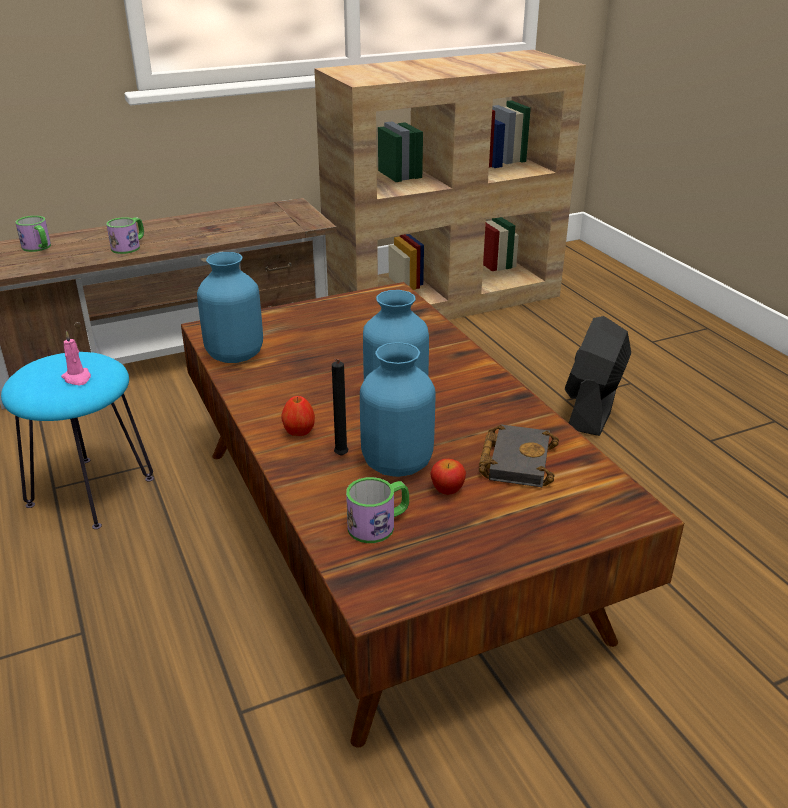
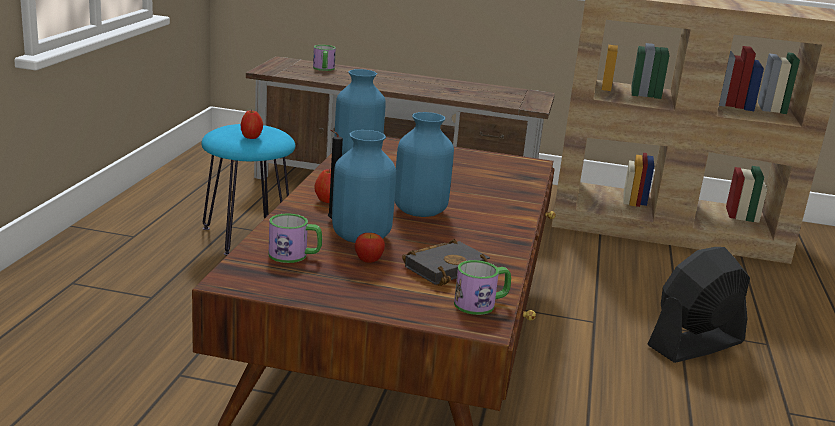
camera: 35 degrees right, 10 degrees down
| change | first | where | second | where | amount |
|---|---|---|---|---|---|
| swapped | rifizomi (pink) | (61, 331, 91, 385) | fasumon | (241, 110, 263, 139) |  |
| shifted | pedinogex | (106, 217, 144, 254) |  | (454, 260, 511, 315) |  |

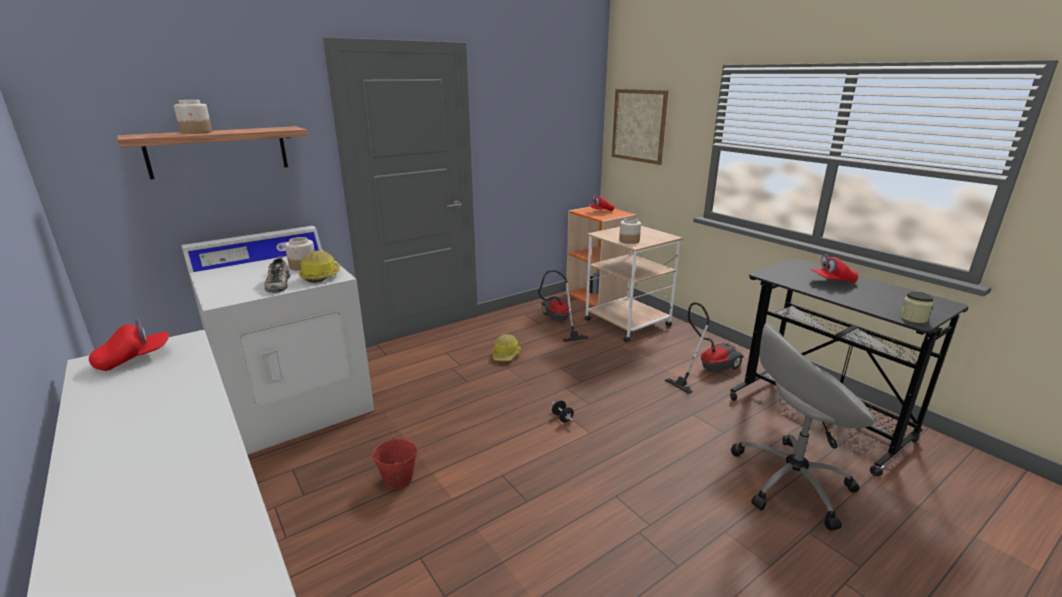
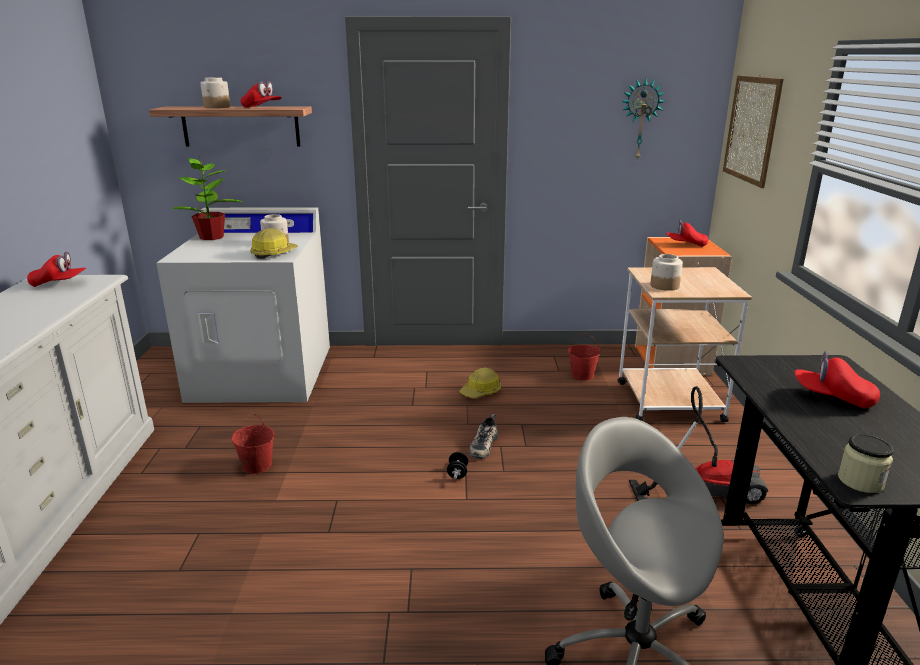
camera: 35 degrees right, 0 degrees up
| change | first | where | second | where | amount |
|---|---|---|---|---|---|
| shifted | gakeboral | (265, 256, 290, 293) |  | (469, 414, 498, 459) |  |
| swapped | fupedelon | (538, 270, 588, 342) | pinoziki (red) | (568, 333, 601, 381) |  |
| new |  |  | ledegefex | (172, 155, 242, 240) |  |
| new |  |  | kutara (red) | (241, 81, 282, 108) |  |
| new |  |  | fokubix | (621, 79, 666, 161) |  |

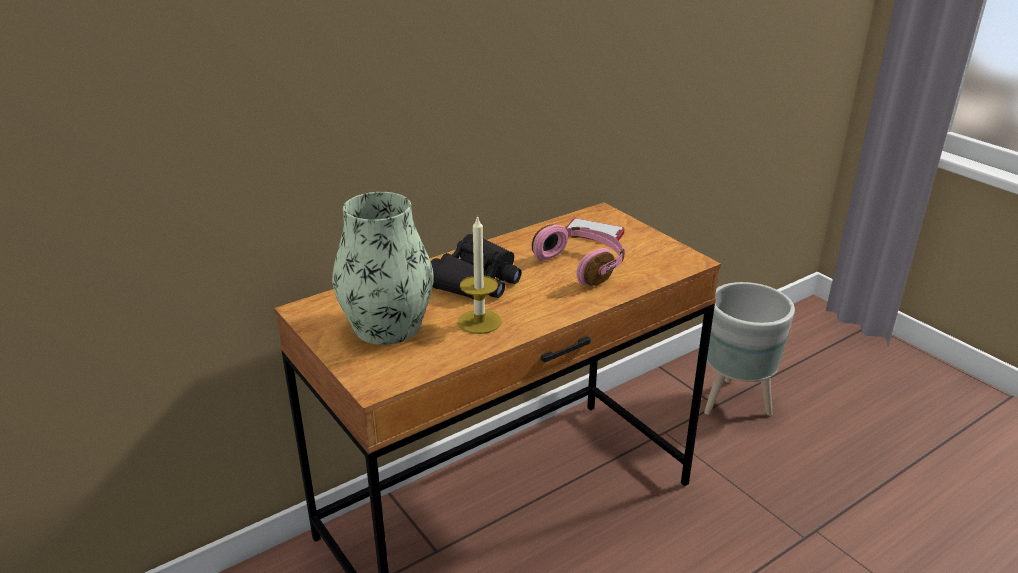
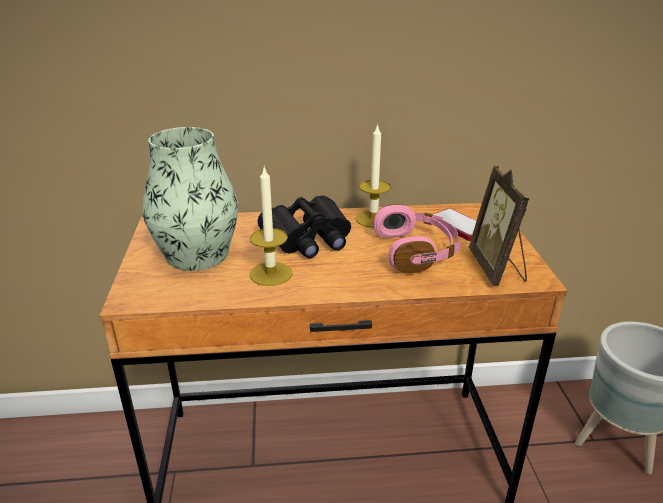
camera: 30 degrees right, 0 degrees up
| change | first | where | second | where | amount |
|---|---|---|---|---|---|
| new |  |  | rifizomi | (355, 123, 391, 228) |  |
| new |  |  | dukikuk | (469, 166, 529, 286) |  |

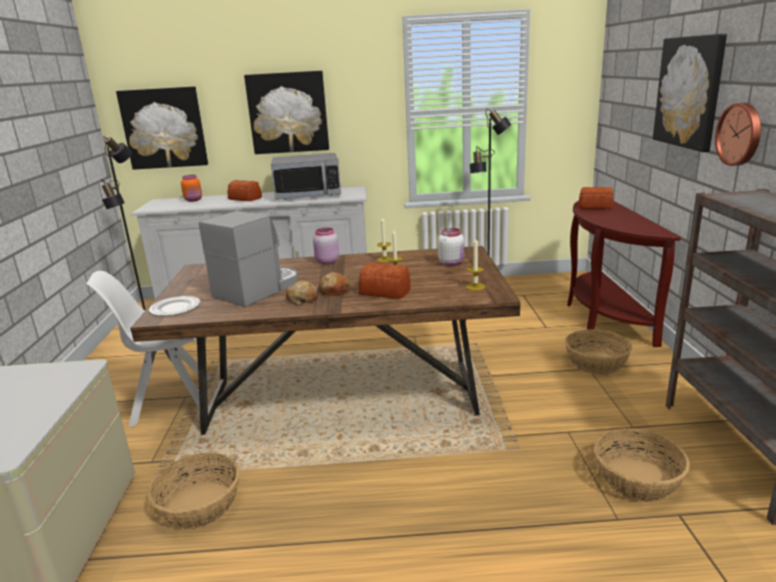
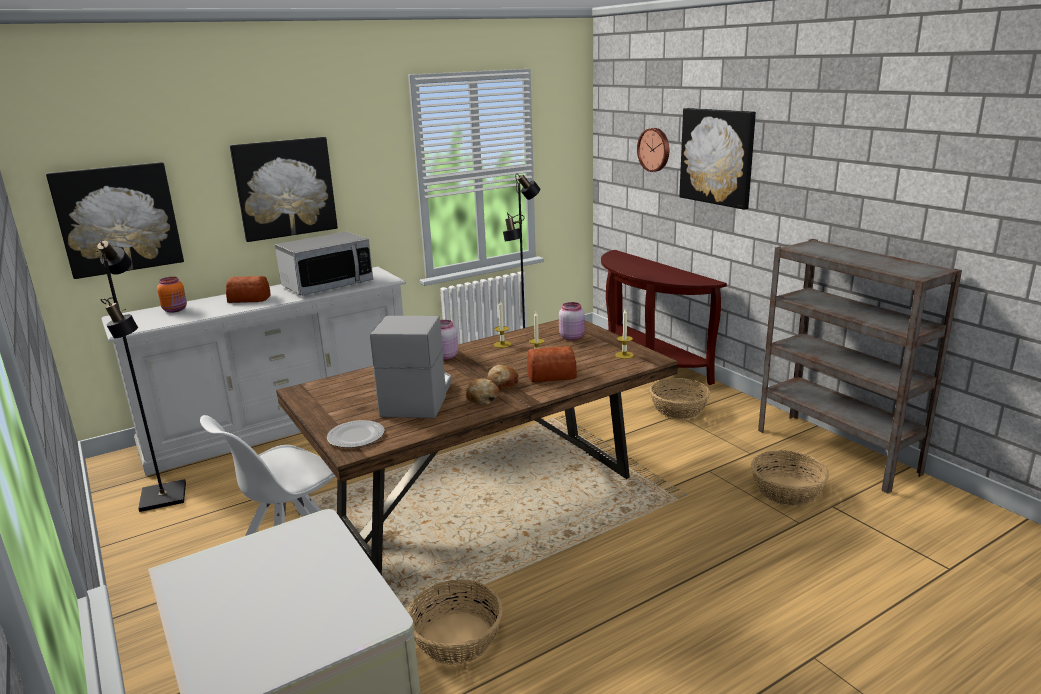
camera: 30 degrees left, 0 degrees up
| change | first | where | second | where | amount |
|---|---|---|---|---|---|
| repainted | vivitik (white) | (438, 228, 464, 266) | vivitik (pink) | (559, 302, 585, 340) |  |
| gone | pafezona | (578, 187, 614, 209) |  |  |  |
| shifted | fokubix | (715, 103, 761, 166) |  | (637, 128, 669, 172) |  |

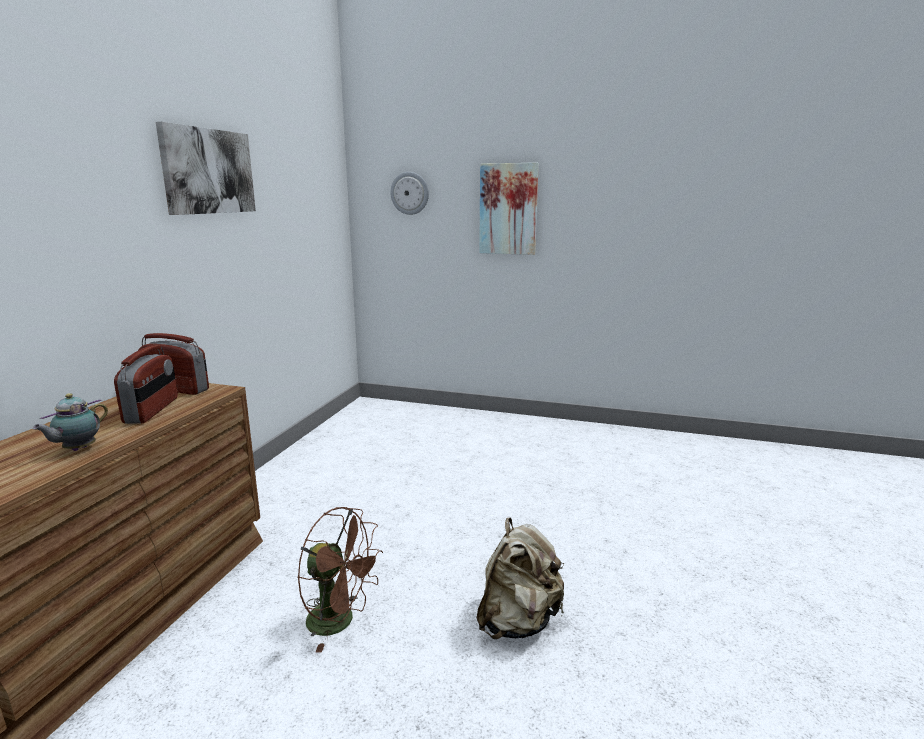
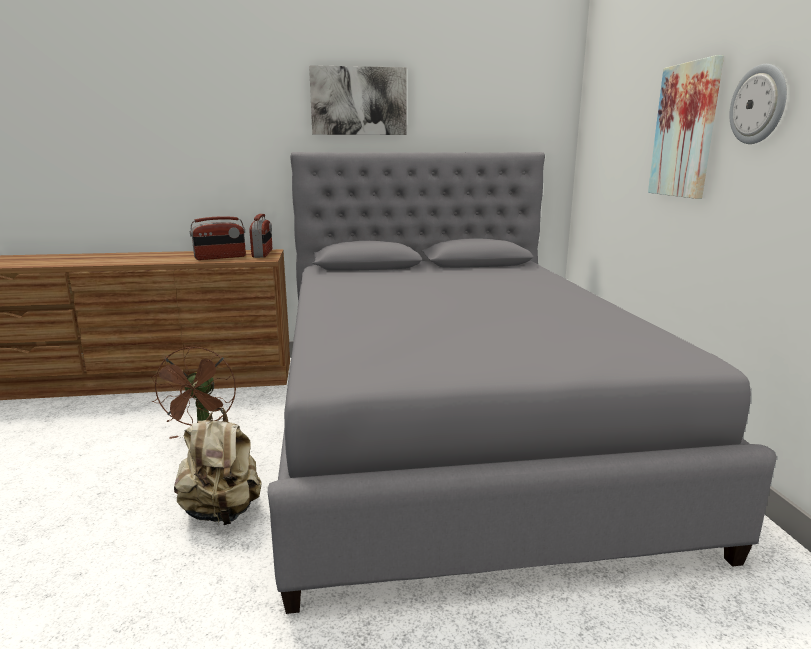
camera: 65 degrees right, 0 degrees up
| change | first | where | second | where | amount |
|---|---|---|---|---|---|
| gone | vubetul | (33, 393, 108, 451) |  |  |  |
| shifted | fokubix | (390, 172, 429, 215) |  | (729, 64, 787, 144) |  |
| new |  |  | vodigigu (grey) | (268, 152, 777, 614) |  |

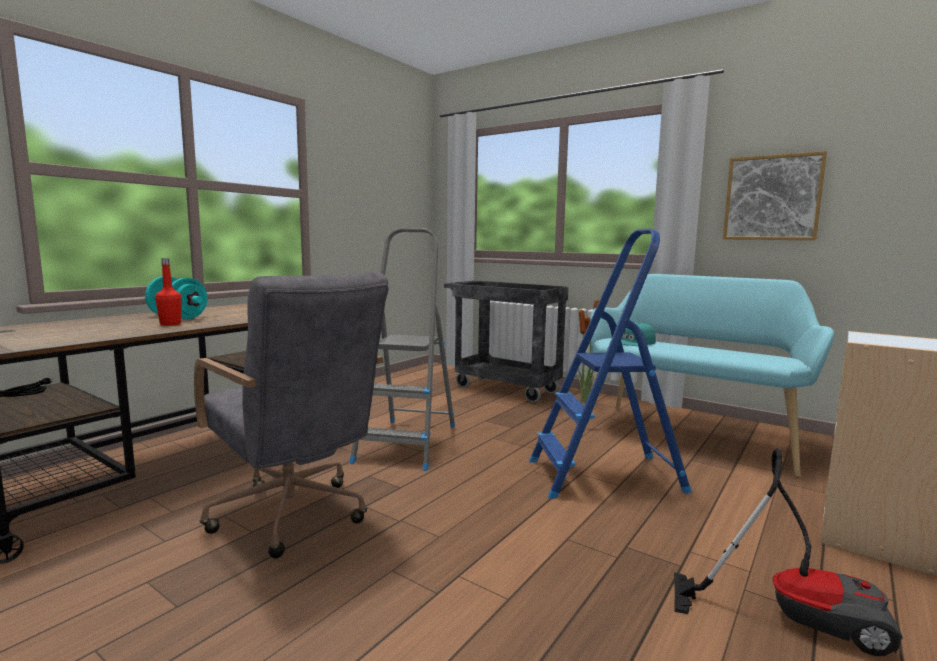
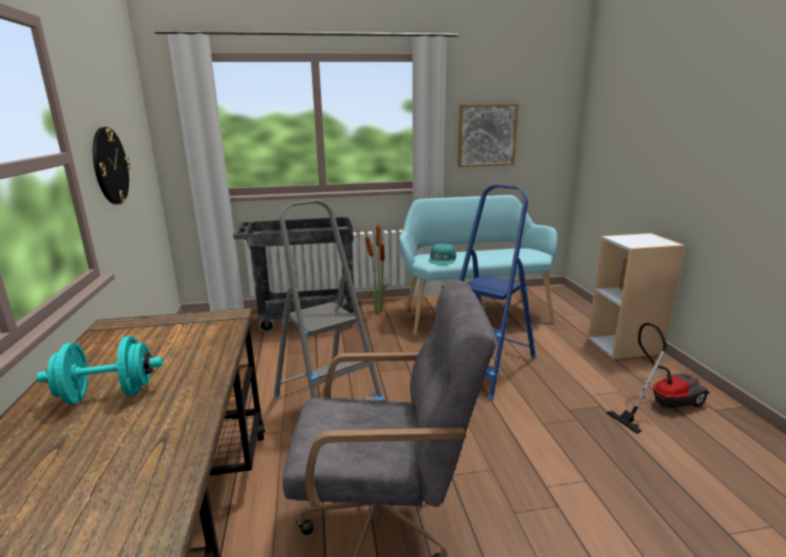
camera: 45 degrees left, 10 degrees up
| change | first | where | second | where | amount |
|---|---|---|---|---|---|
| gone | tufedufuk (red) | (155, 258, 182, 326) |  |  |  |
| new |  |  | fokubix | (93, 127, 130, 204) |  |

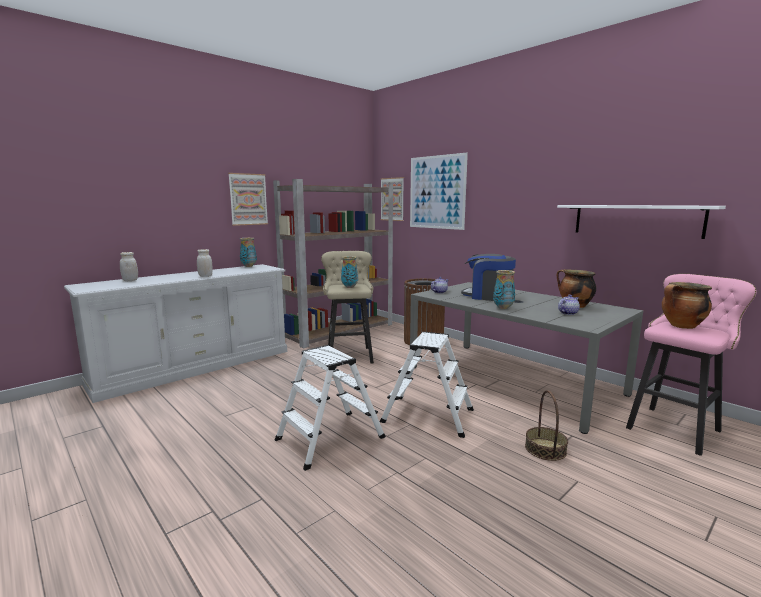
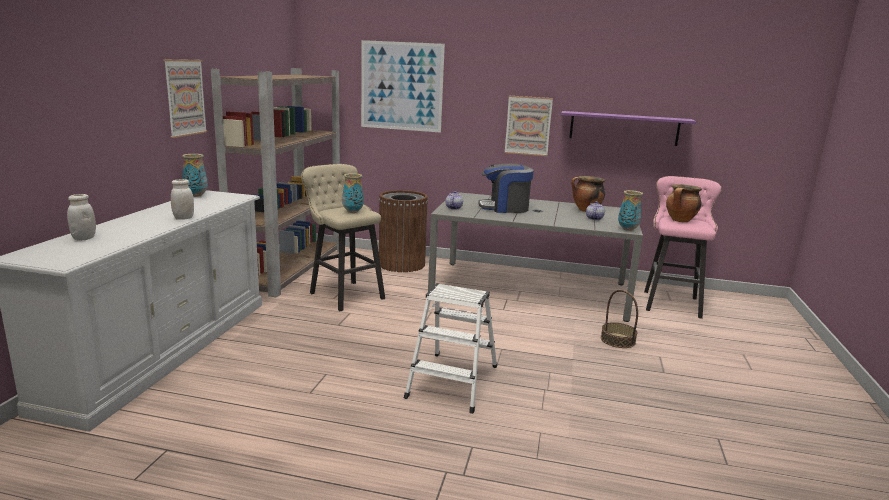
camera: 35 degrees left, 5 degrees up
| change | first | where | second | where | amount |
|---|---|---|---|---|---|
| shifted | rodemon | (380, 177, 404, 221) |  | (505, 96, 553, 156) |  |
| gone | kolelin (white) | (380, 331, 474, 438) |  |  |  |
| shifted | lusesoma | (493, 270, 515, 309) |  | (618, 190, 643, 231) |  |
| repainted | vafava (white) | (557, 205, 726, 239) | vafava (purple) | (561, 111, 696, 146) |  |

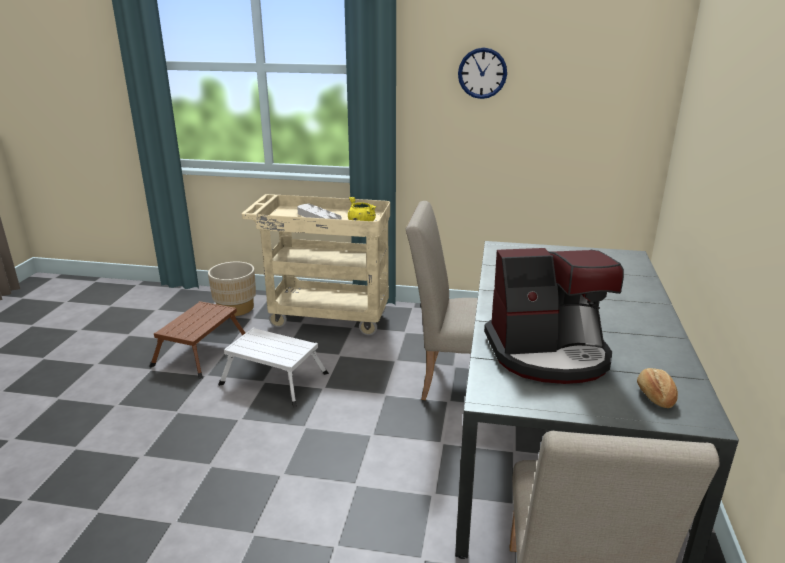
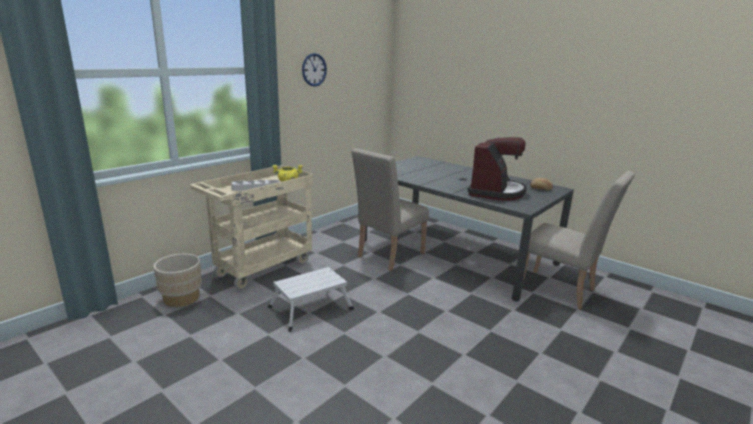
camera: 60 degrees left, 5 degrees down
| change | first | where | second | where | amount |
|---|---|---|---|---|---|
| gone | kolelin (brown) | (149, 301, 245, 379) |  |  |  |

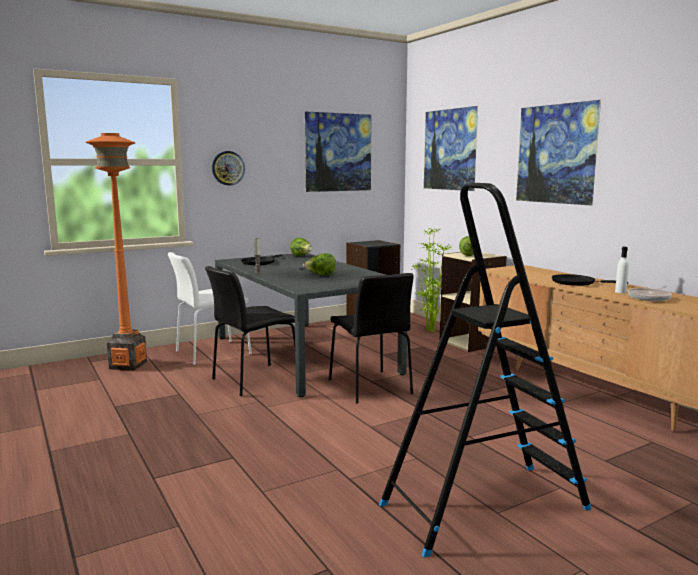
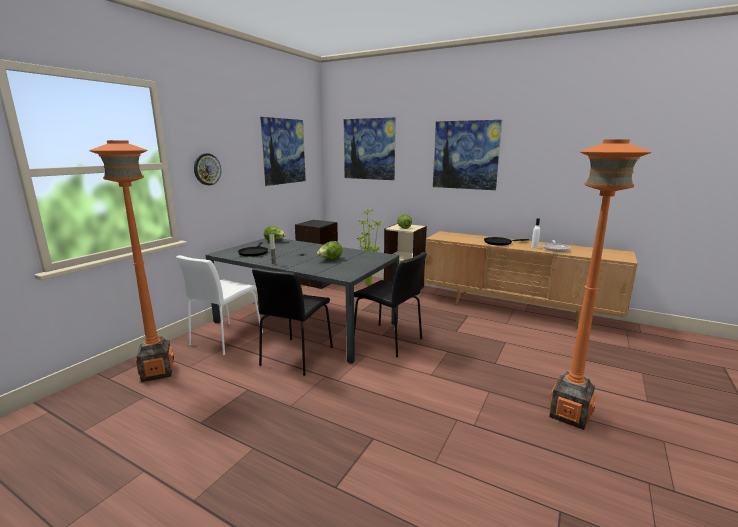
camera: 30 degrees left, 5 degrees up
| change | first | where | second | where | amount |
|---|---|---|---|---|---|
| swapped | kolelin (black) | (379, 183, 592, 557) | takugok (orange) | (549, 139, 652, 430) |  |

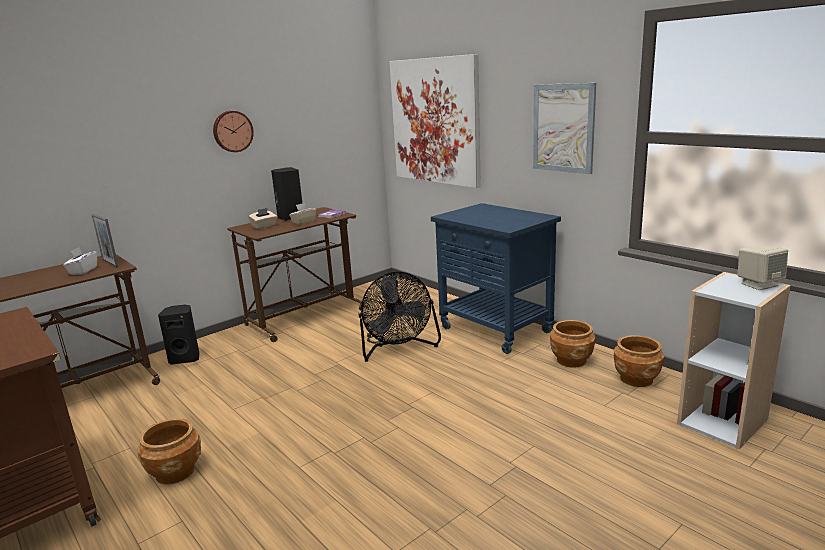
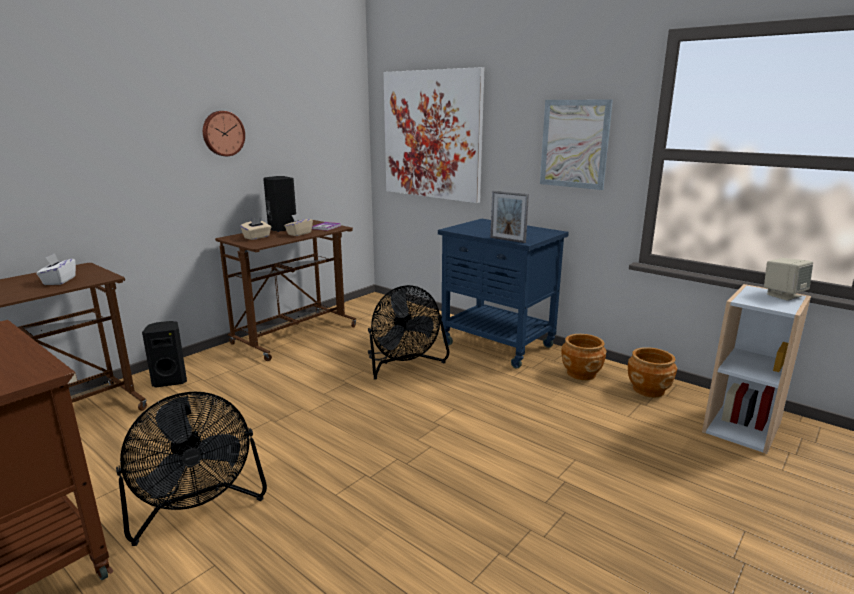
camera: 10 degrees left, 0 degrees up
| change | first | where | second | where | amount |
|---|---|---|---|---|---|
| shifted | dukikuk | (91, 214, 119, 267) |  | (490, 191, 529, 243) |  |
| swapped | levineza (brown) | (138, 418, 201, 484) | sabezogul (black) | (116, 392, 267, 546) |  |

